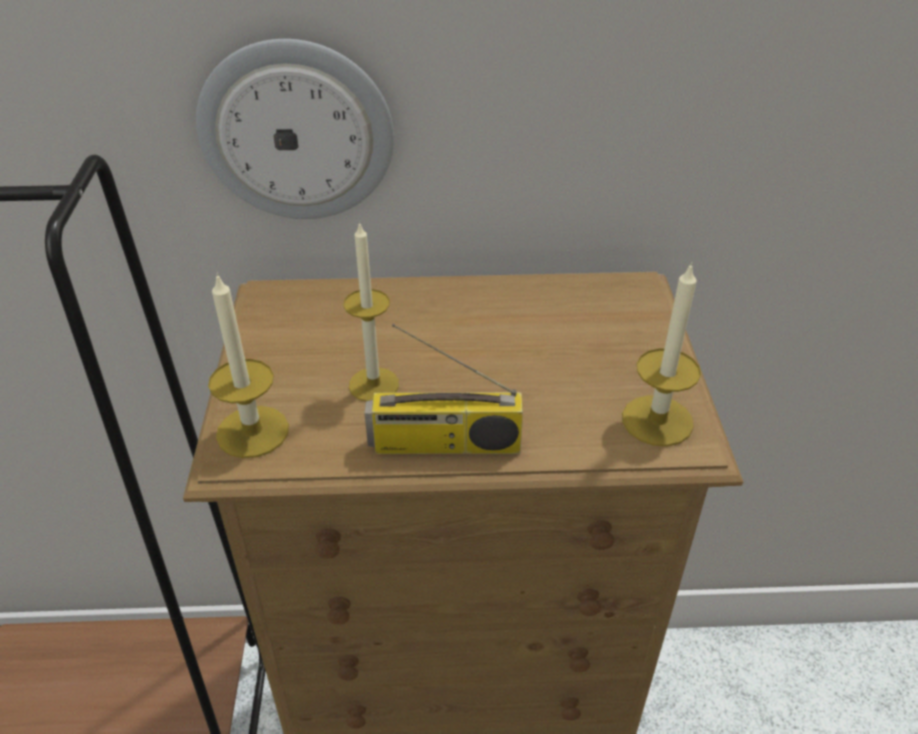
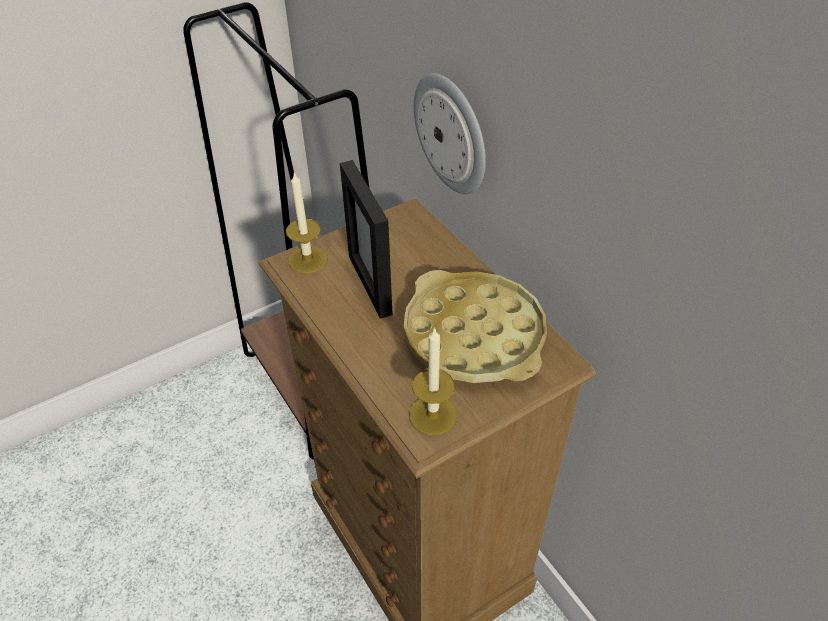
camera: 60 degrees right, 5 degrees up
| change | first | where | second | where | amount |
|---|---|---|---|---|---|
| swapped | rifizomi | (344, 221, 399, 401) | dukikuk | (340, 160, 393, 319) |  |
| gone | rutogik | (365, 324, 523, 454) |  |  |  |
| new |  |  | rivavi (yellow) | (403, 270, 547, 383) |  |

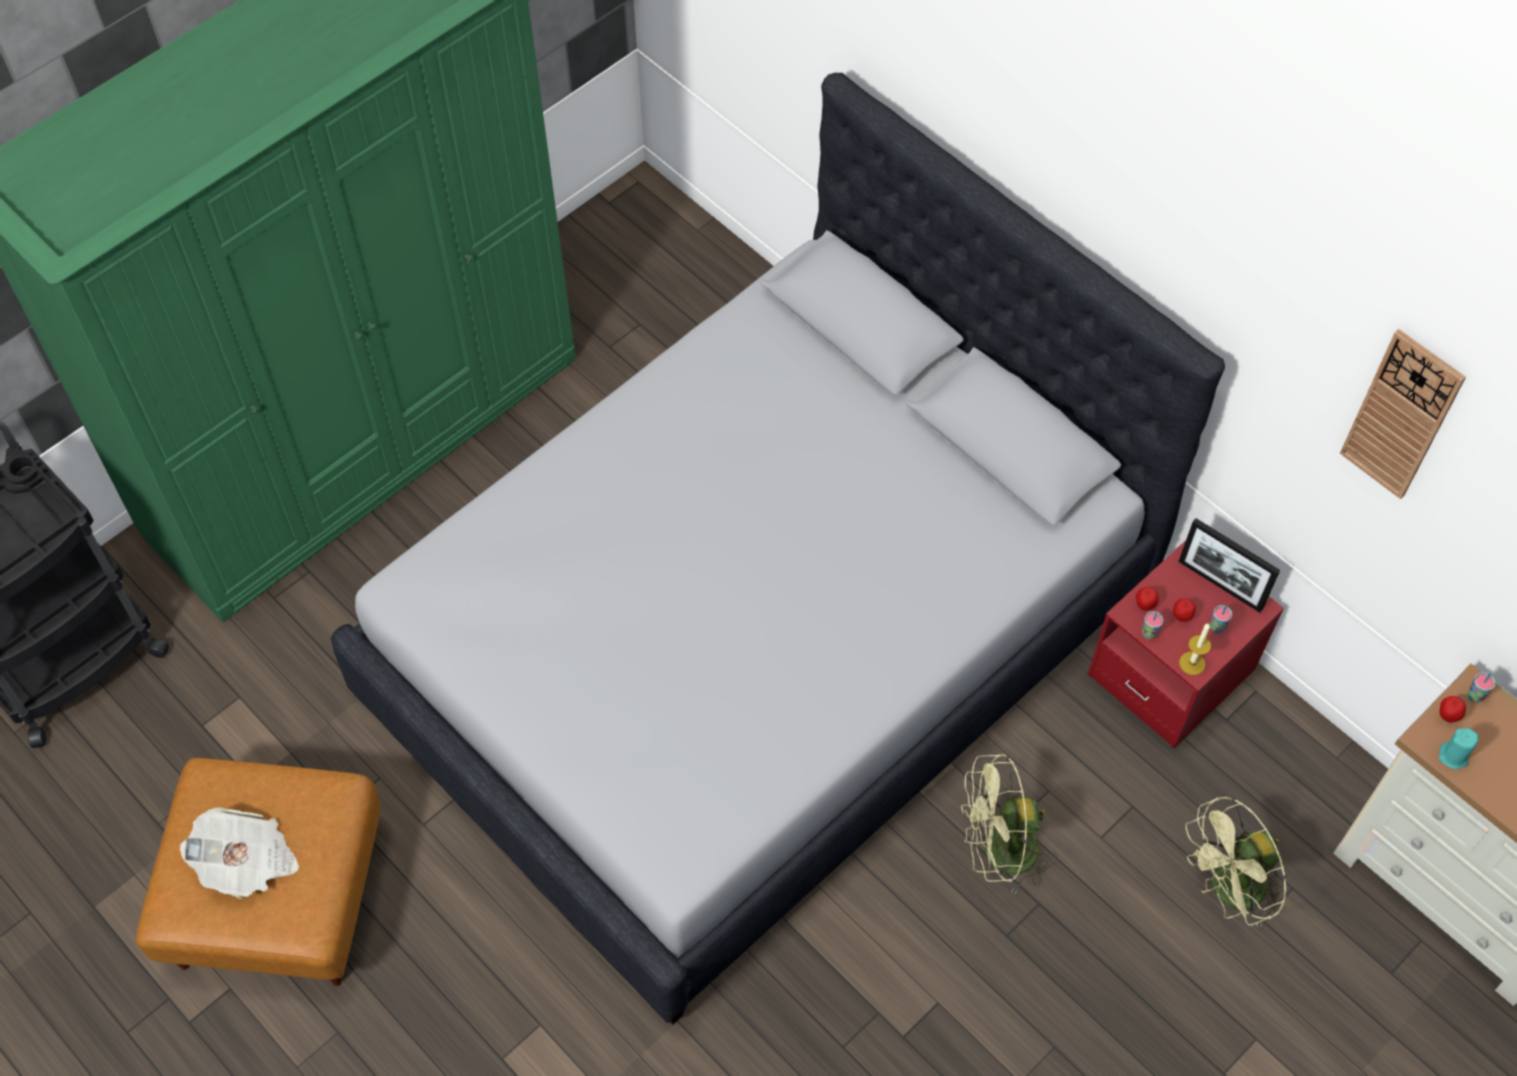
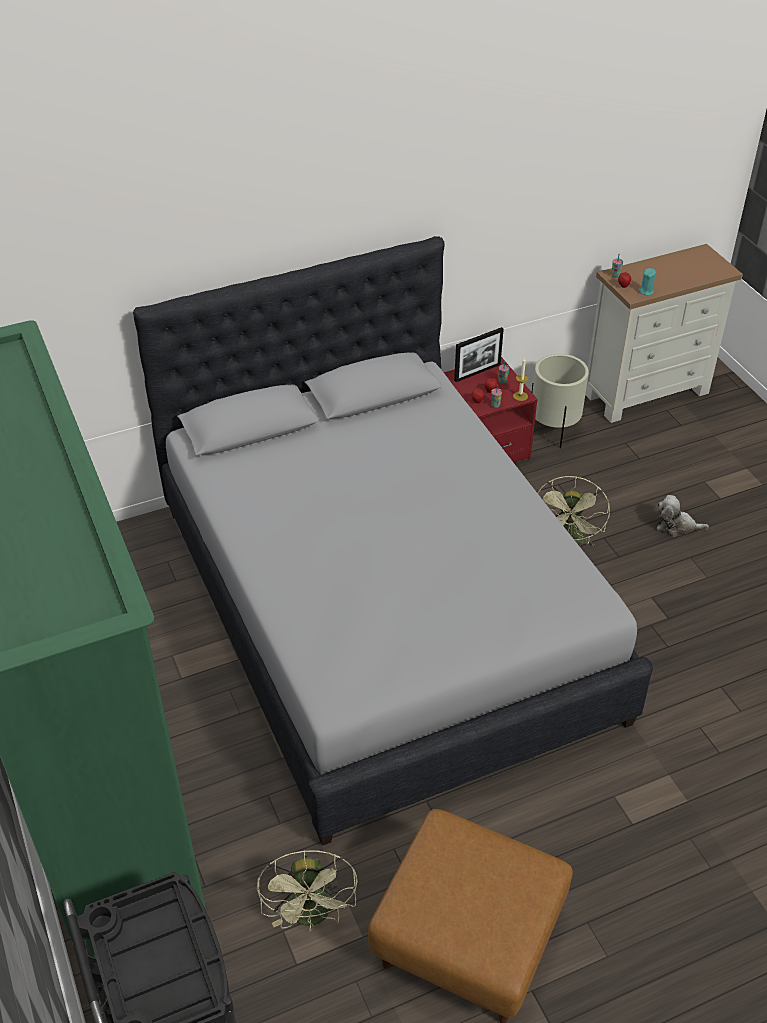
camera: 70 degrees left, 15 degrees down
| change | first | where | second | where | amount |
|---|---|---|---|---|---|
| gone | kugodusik | (180, 807, 299, 899) |  |  |  |
| shifted | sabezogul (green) | (1186, 797, 1287, 927) |  | (257, 850, 357, 931) |  |
| gone | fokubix | (1340, 329, 1466, 499) |  |  |  |
| new |  |  | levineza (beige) | (532, 354, 589, 448) |  |
| new |  |  | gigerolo | (657, 495, 709, 537) |  |

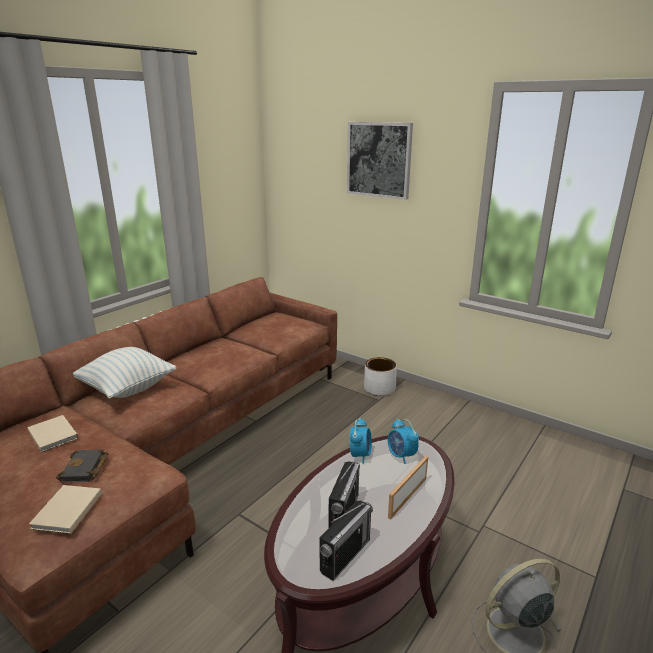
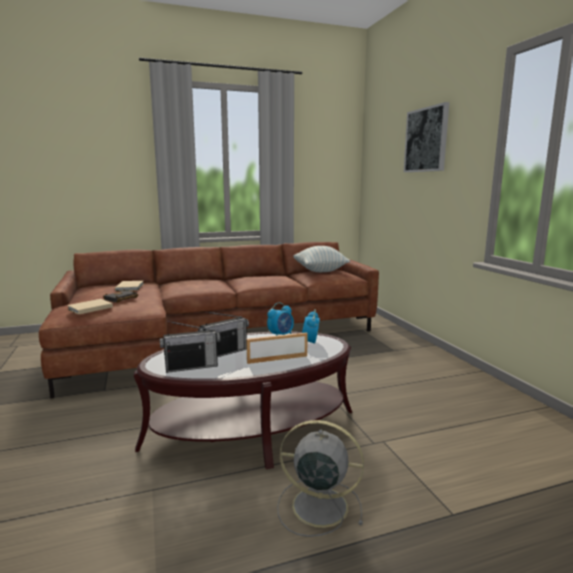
camera: 35 degrees right, 10 degrees down
| change | first | where | second | where | amount |
|---|---|---|---|---|---|
| shifted | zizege | (73, 347, 177, 399) |  | (293, 246, 350, 272) |  |
| gone | levineza (white) | (364, 357, 397, 396) |  |  |  |

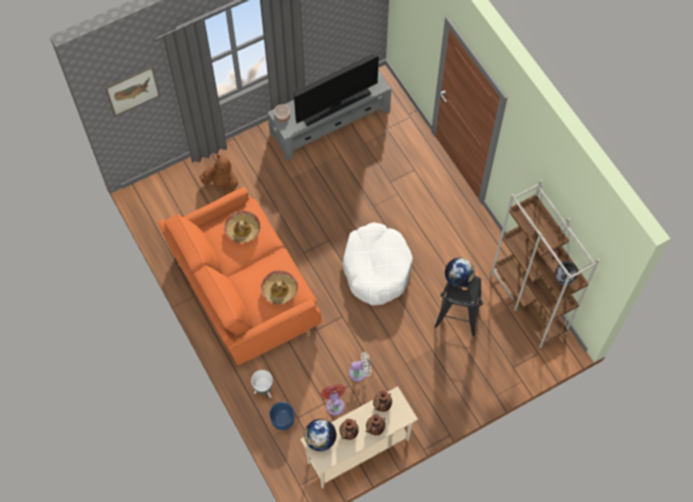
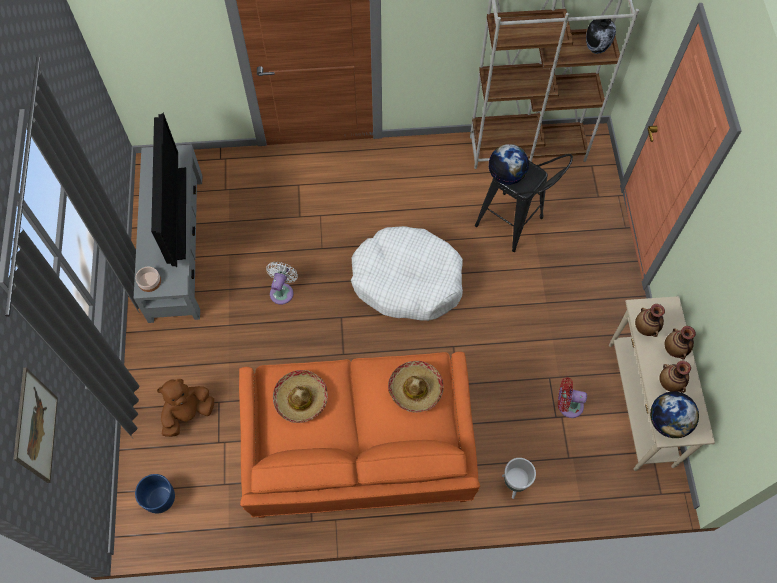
camera: 65 degrees left, 0 degrees up
| change | first | where | second | where | amount |
|---|---|---|---|---|---|
| shifted | levineza (blue) | (269, 402, 294, 430) |  | (135, 474, 175, 513) |  |
| shifted | sabezogul (white) | (349, 352, 371, 382) |  | (266, 262, 298, 305) |  |

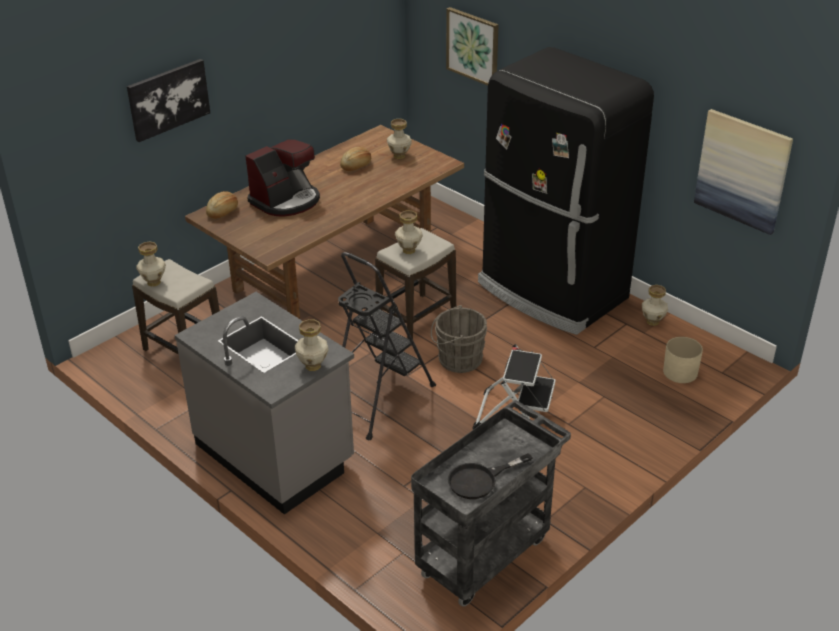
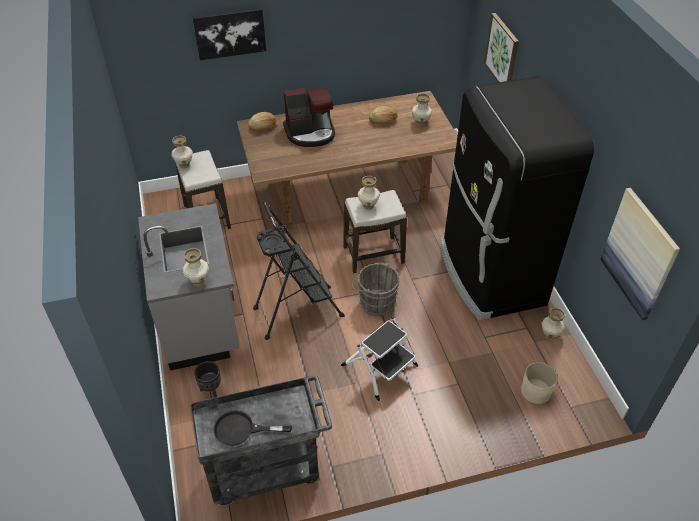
camera: 30 degrees right, 10 degrees up
| change | first | where | second | where | amount |
|---|---|---|---|---|---|
| new |  |  | levineza (black) | (194, 361, 221, 398) |  |

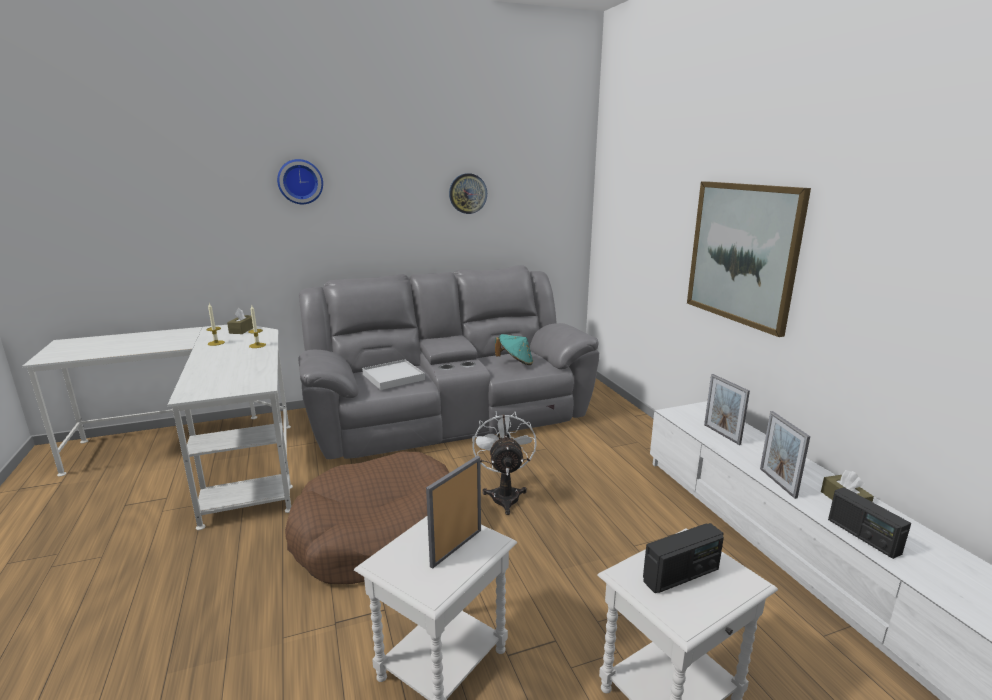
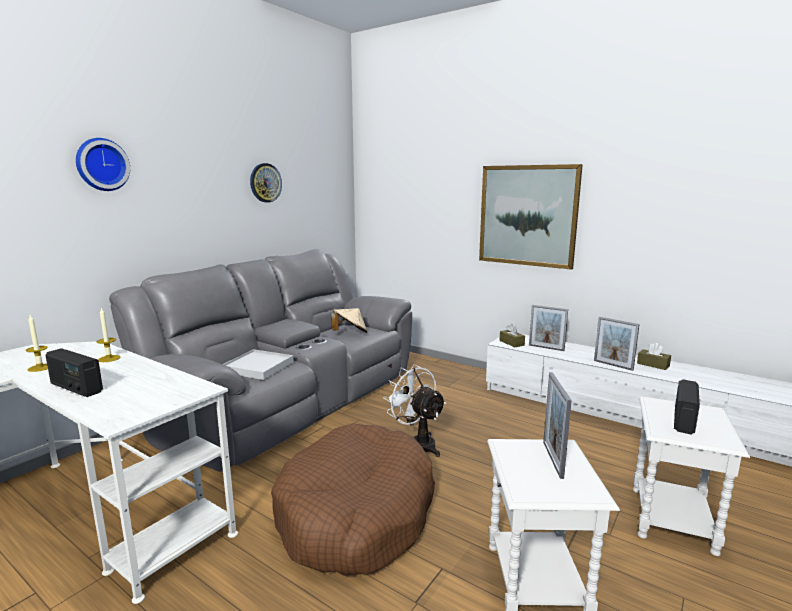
camera: 35 degrees left, 5 degrees down
| change | first | where | second | where | amount |
|---|---|---|---|---|---|
| shifted | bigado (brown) | (227, 308, 253, 334) |  | (499, 324, 525, 347) |  |
| repainted | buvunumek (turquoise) | (495, 334, 533, 365) | buvunumek (beige) | (332, 308, 368, 333) |  |
| shifted | rutogik | (828, 487, 911, 559) |  | (45, 348, 103, 397) |  |

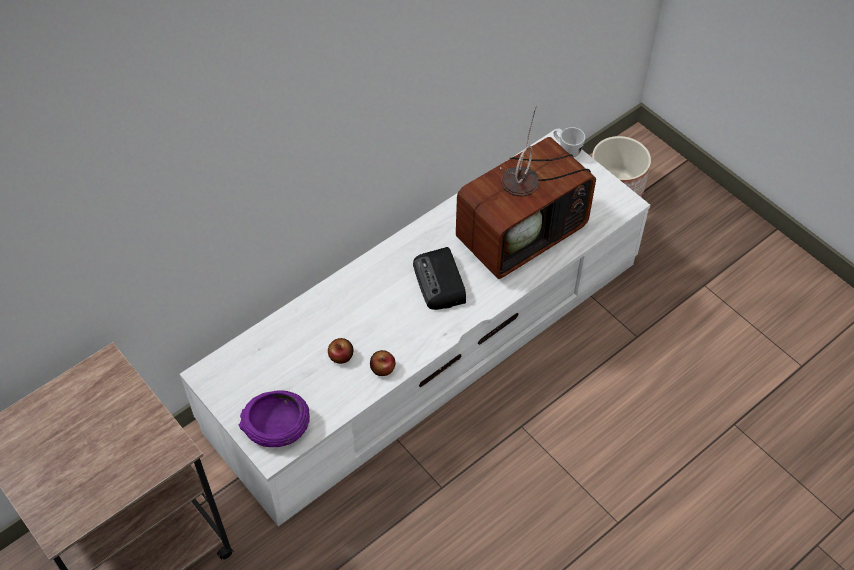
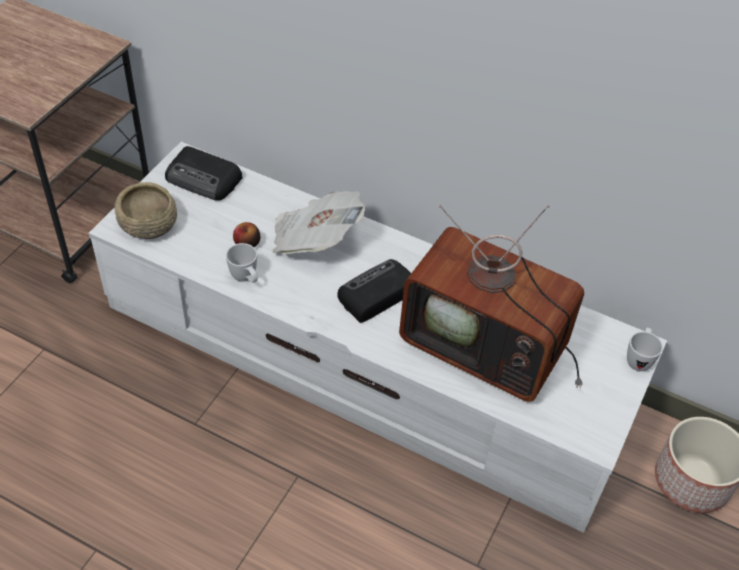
camera: 65 degrees right, 5 degrees down
| change | first | where | second | where | amount |
|---|---|---|---|---|---|
| repainted | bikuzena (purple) | (239, 390, 310, 447) | bikuzena (beige) | (115, 182, 177, 239) |  |
| swapped | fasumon | (370, 350, 395, 376) | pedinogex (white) | (226, 243, 258, 283) |  |
| new |  |  | rutogik | (165, 146, 242, 201) |  |
| new |  |  | kugodusik | (273, 191, 365, 254) |  |

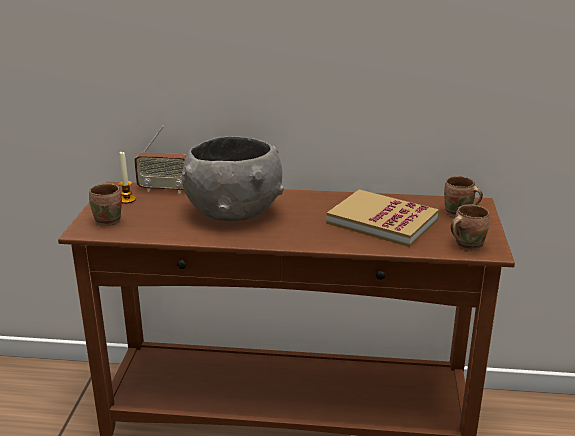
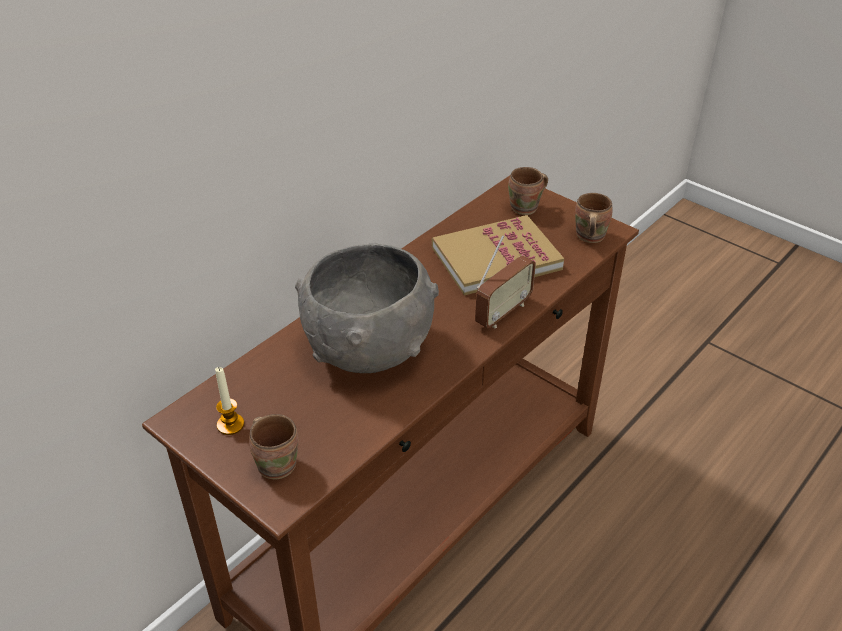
camera: 55 degrees left, 15 degrees up
| change | first | where | second | where | amount |
|---|---|---|---|---|---|
| shifted | rutogik | (134, 126, 186, 194) |  | (475, 235, 536, 328) |  |

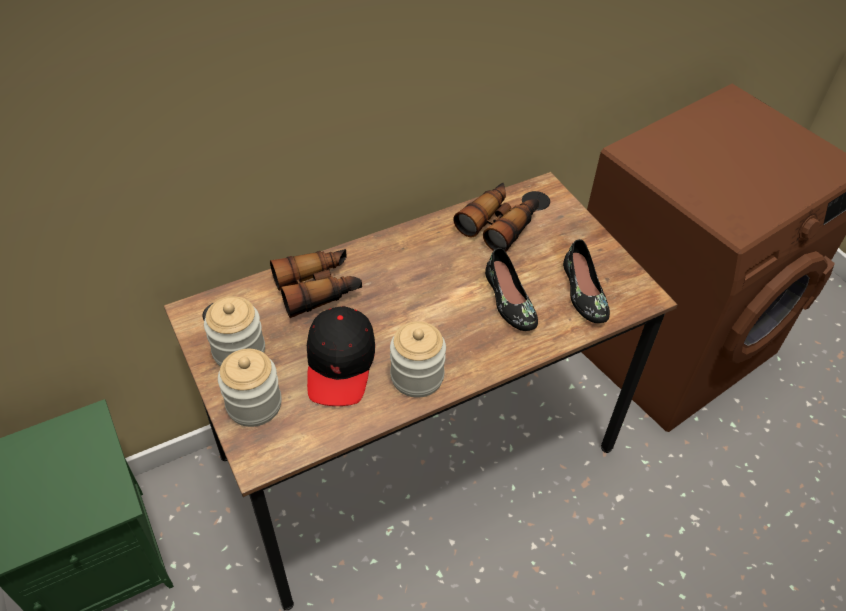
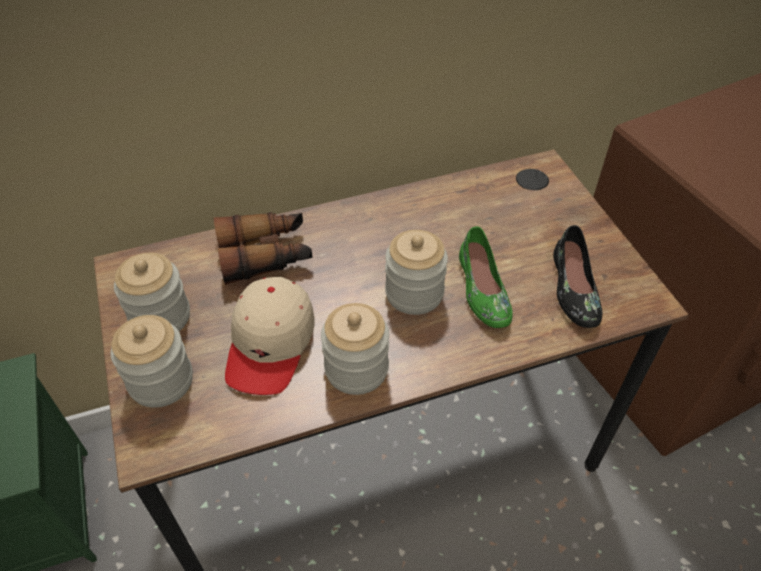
camera: 10 degrees right, 0 degrees up
| change | first | where | second | where | amount |
|---|---|---|---|---|---|
| repainted | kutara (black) | (307, 306, 375, 406) | kutara (beige) | (225, 277, 315, 395) |  |
| gone | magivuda | (453, 183, 539, 252) |  |  |  |
| repainted | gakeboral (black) | (485, 248, 538, 331) | gakeboral (green) | (459, 226, 513, 328) |  |
| new |  |  | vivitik | (385, 230, 448, 315) |  |

